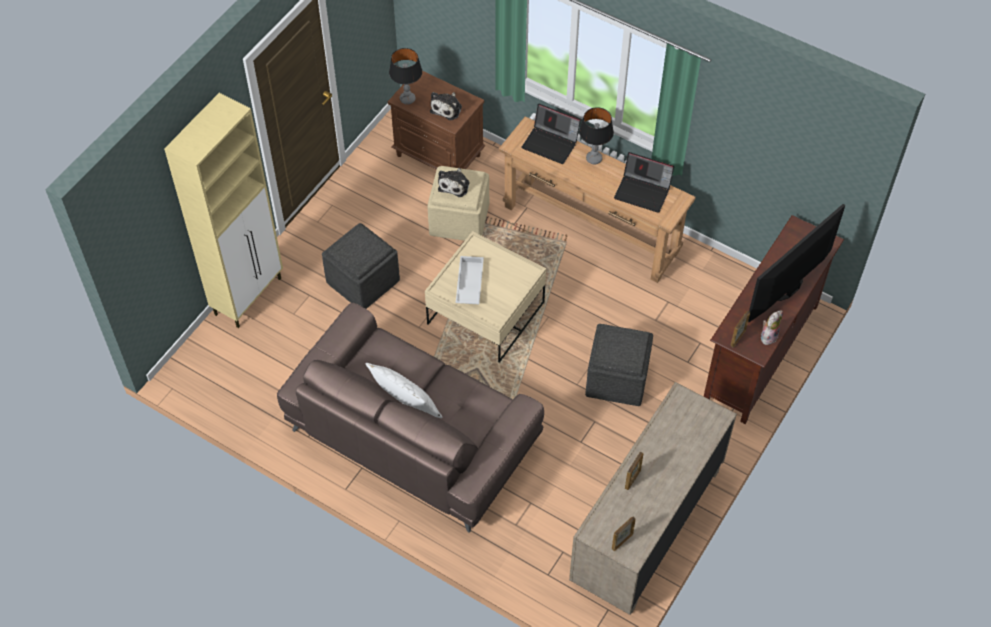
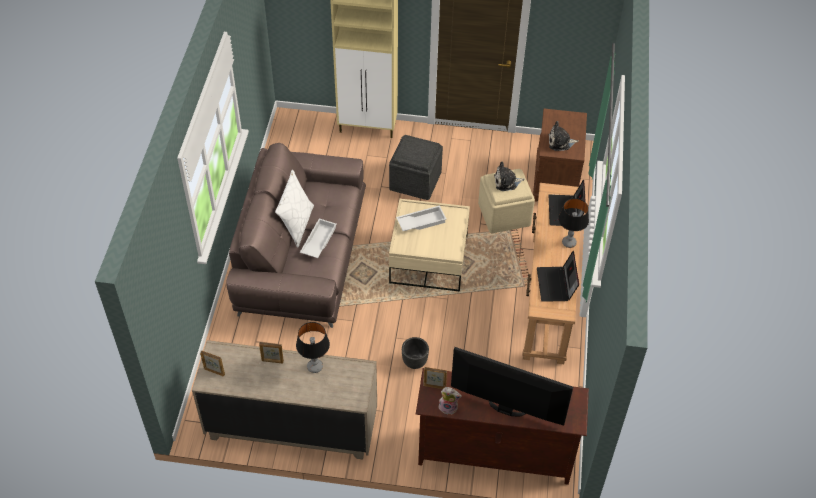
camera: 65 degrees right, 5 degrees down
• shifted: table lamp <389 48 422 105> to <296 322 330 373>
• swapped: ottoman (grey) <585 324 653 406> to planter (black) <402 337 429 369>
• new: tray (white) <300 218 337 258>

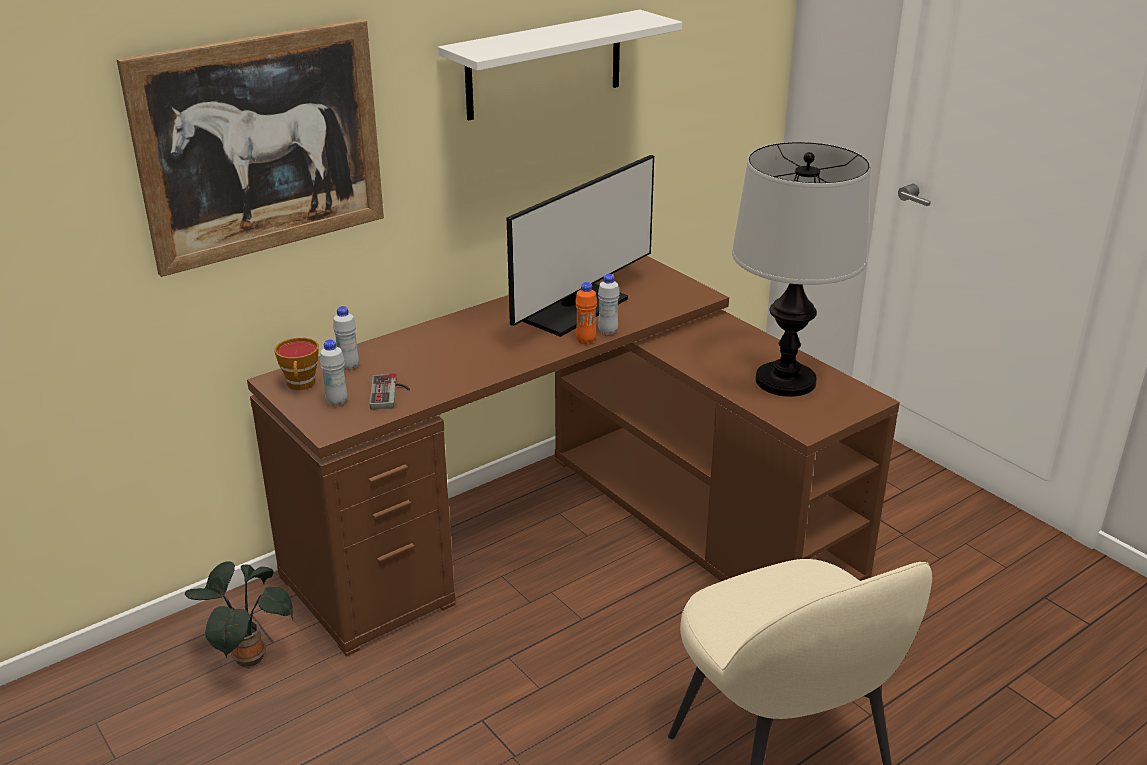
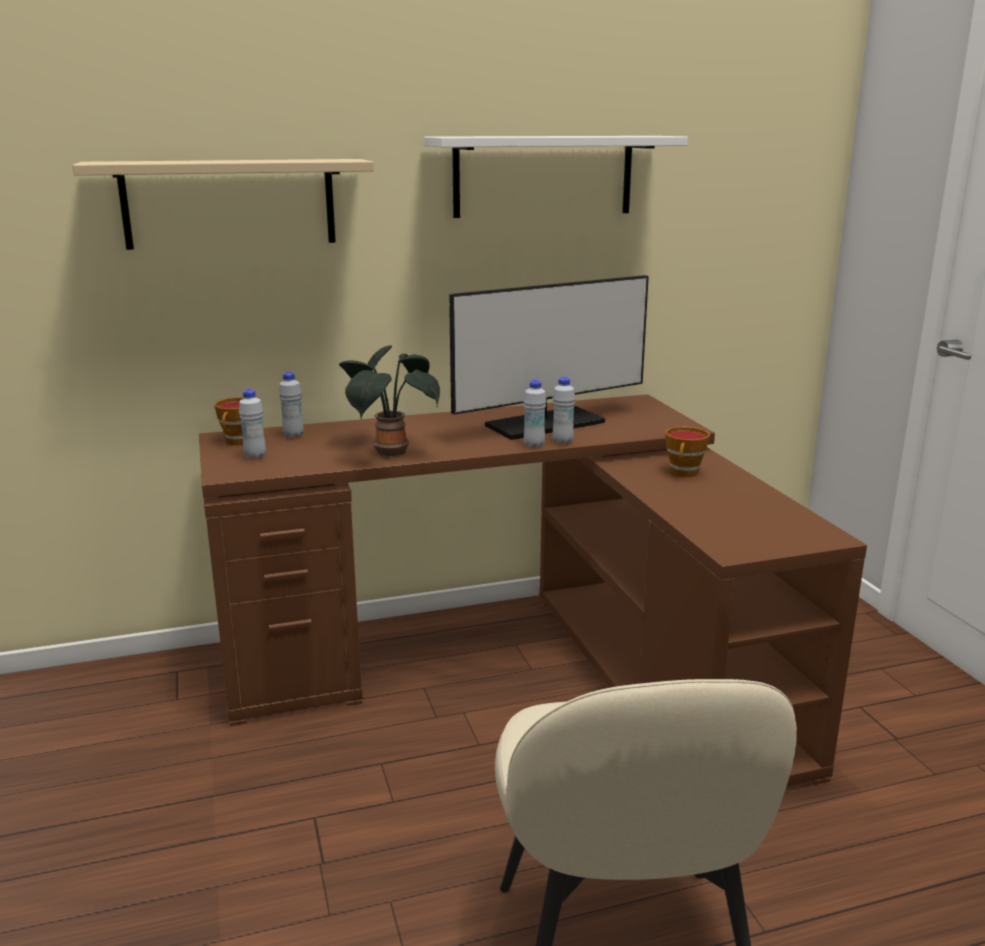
camera: 20 degrees right, 10 degrees down
• swapped: picture <116 19 384 277> to shelf (beige) <72 159 374 250>
• gone: table lamp <732 142 870 397>
• repainted: bottle (orange) <575 282 597 344> to bottle (white) <523 380 546 448>
• gone: game controller <370 374 410 409>
• shifted: potted plant <185 562 293 669> to <339 345 440 458>
• new: cup <665 427 710 477>

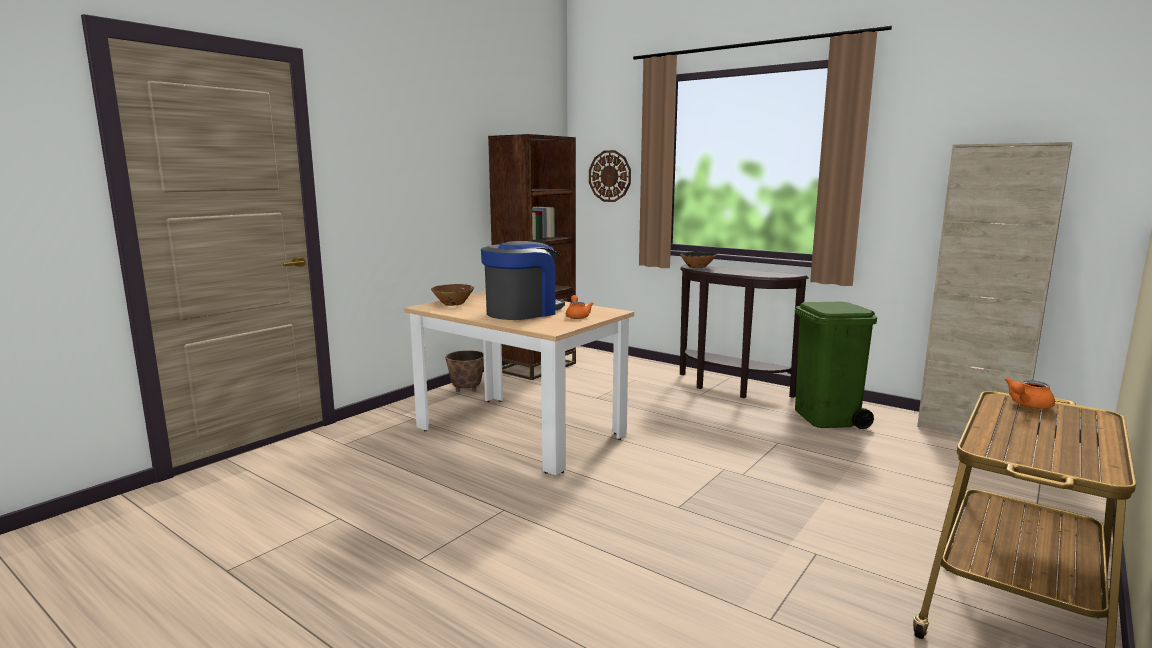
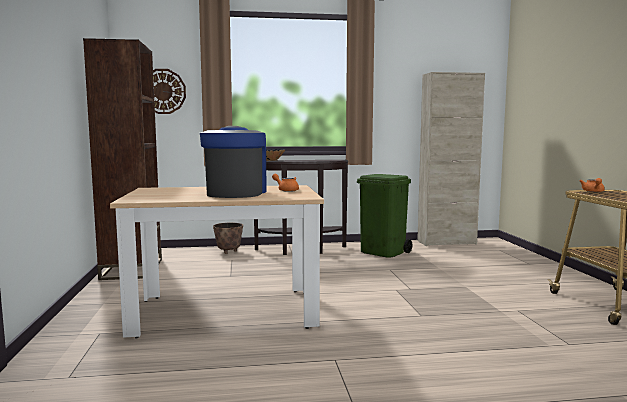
camera: 45 degrees left, 5 degrees down
• gone: bowl (brown) <431 284 474 306>
• shifted: planter <445 350 484 392> to <213 223 243 254>

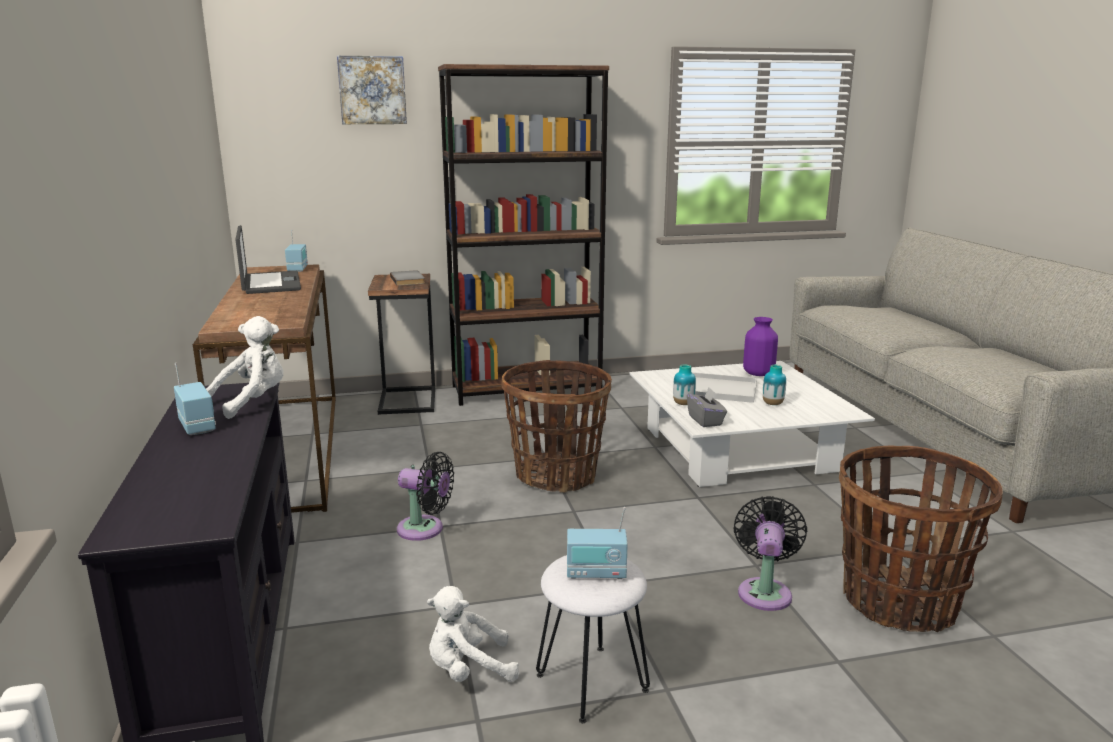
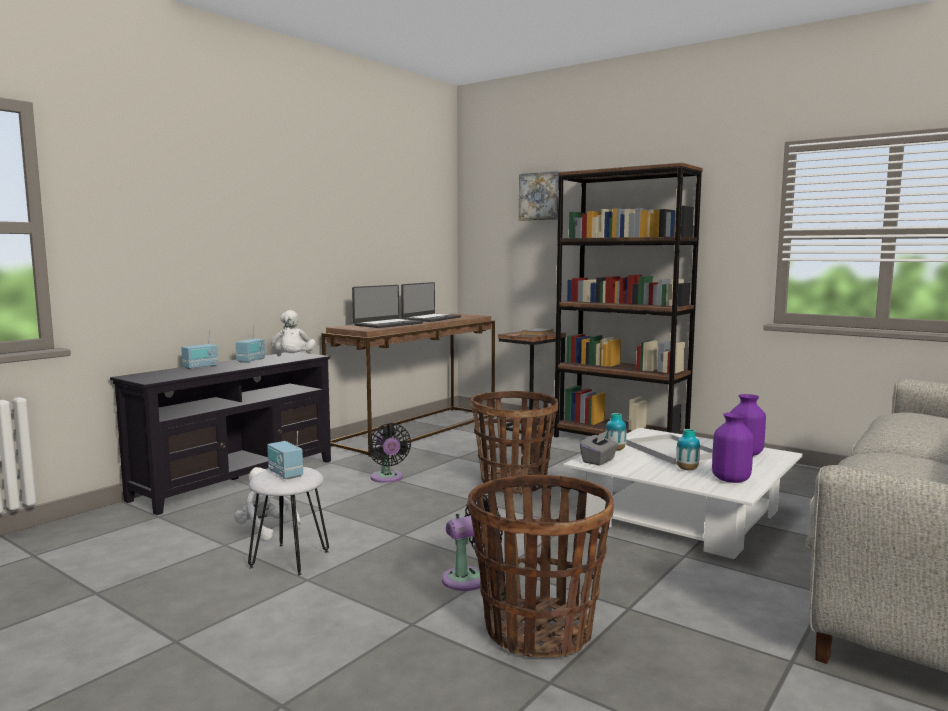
camera: 50 degrees right, 10 degrees down
• shifted: radio <285 230 308 272> to <181 330 218 369>
• rotated: plush toy (white) <206 316 284 419> = <271 310 316 357> 75 degrees clockwise
• new: laptop <352 285 423 328>
• new: vase (purple) <712 412 754 483>

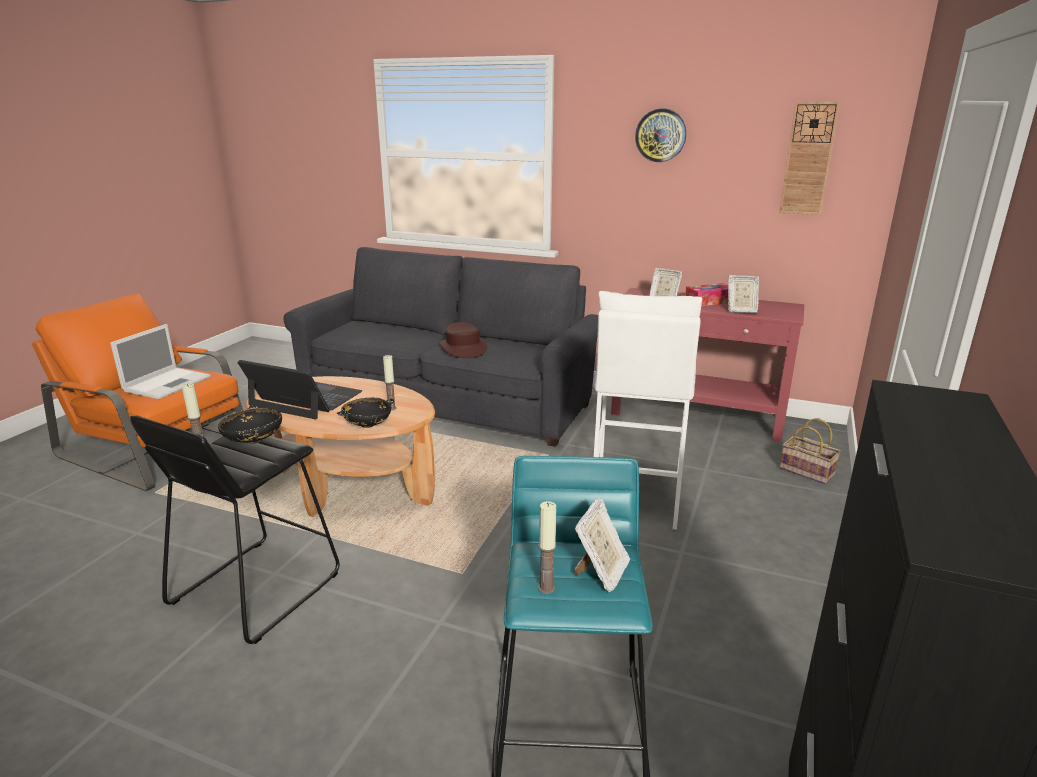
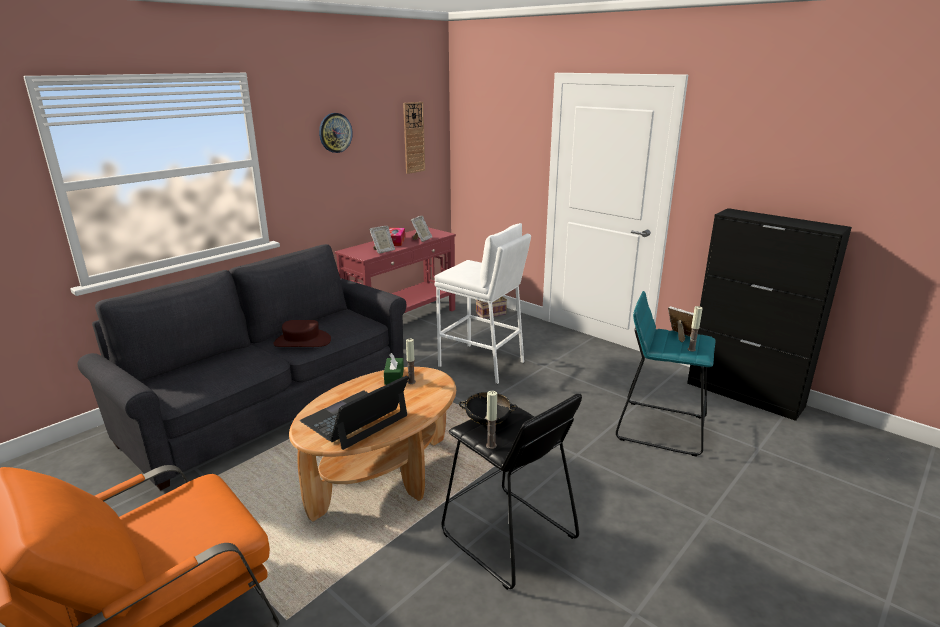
camera: 70 degrees left, 0 degrees up
• gone: laptop <110 324 211 399>
• gone: bowl (black) <337 398 394 428>
• new: tissue box (green) <384 353 404 385>

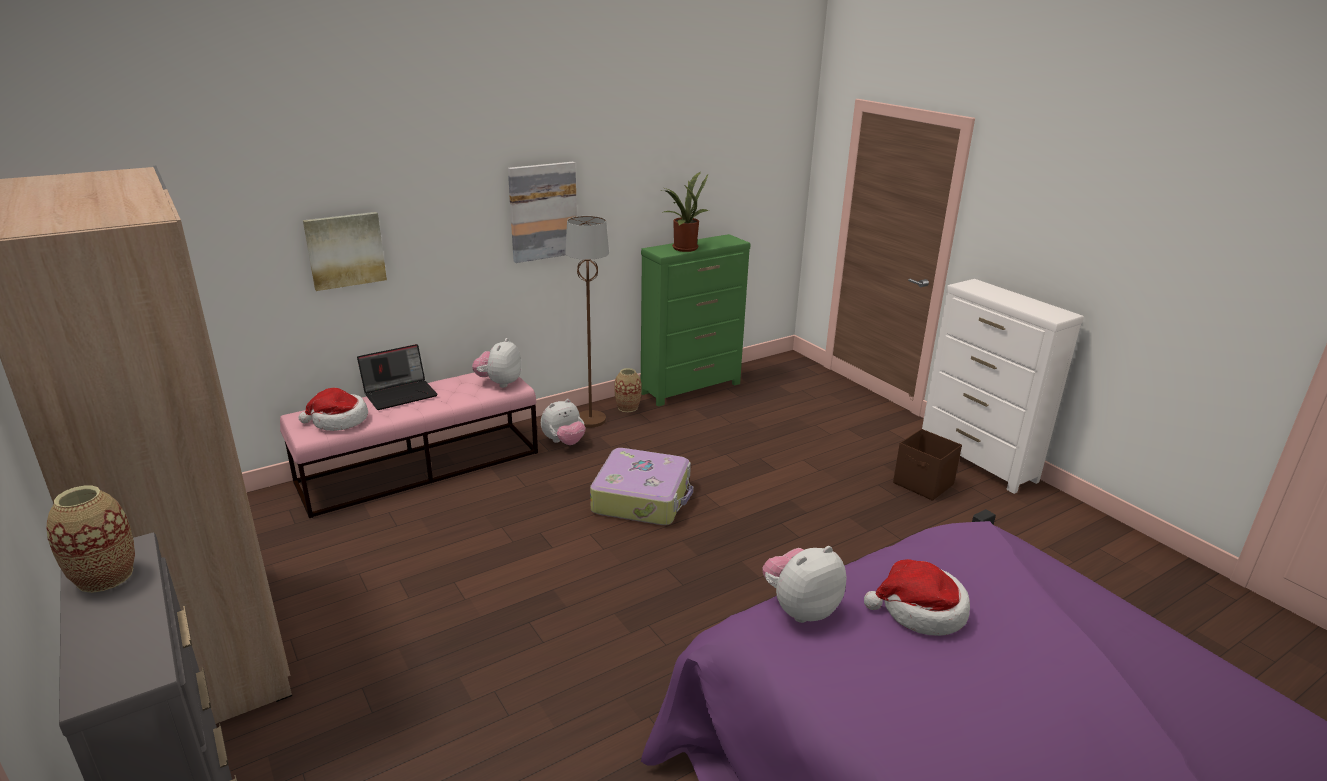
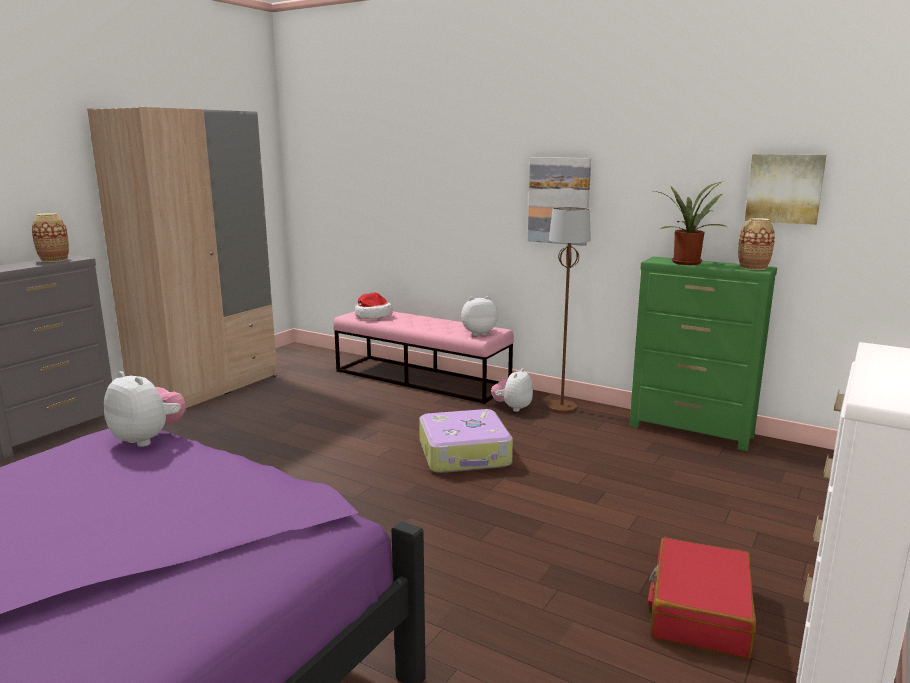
camera: 65 degrees right, 10 degrees down
• shifted: picture <303 212 387 291> to <745 154 827 225>
• gone: laptop <357 344 438 410>
• shifted: vase <614 368 642 412> to <738 218 775 270>
• rotated: plush toy <541 399 585 445> = <491 368 533 412> 90 degrees clockwise
• swapped: storage box (brown) <893 429 962 501> to suitcase (red) <648 537 756 659>
• gone: hat <864 559 970 636>

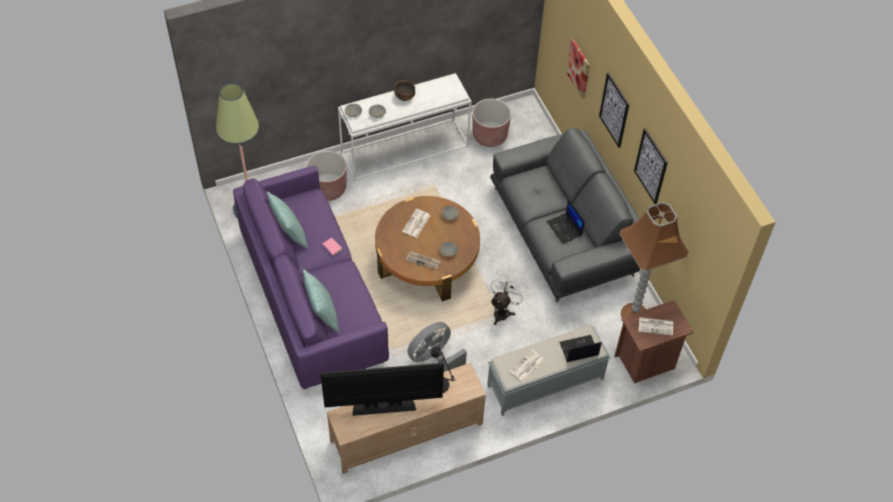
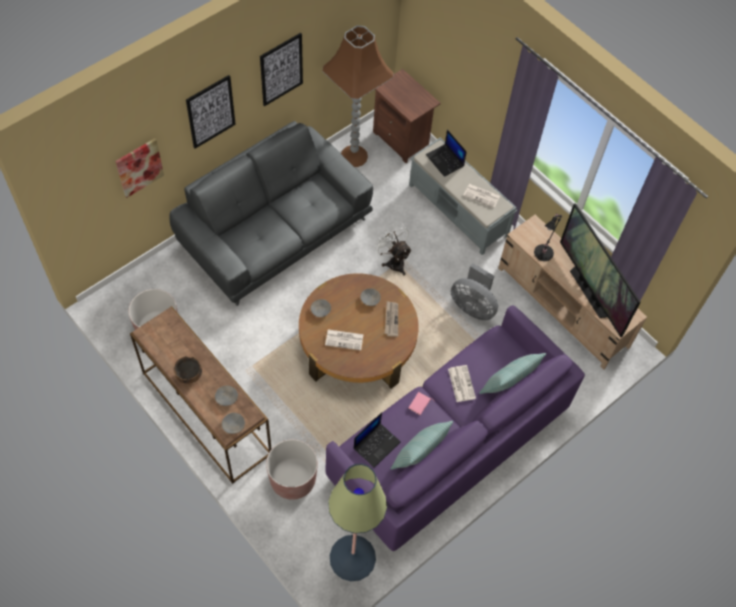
camera: 110 degrees left, 5 degrees up
• repainted: console table (white) <338 73 471 181> to console table (brown) <130 306 271 484>
• shifted: laptop <547 200 585 244> to <354 412 401 468>
• rotated: fan (white) <491 275 526 325> = <374 223 412 276> 45 degrees clockwise
• shifted: newspaper <639 317 673 336> to <448 365 476 402>

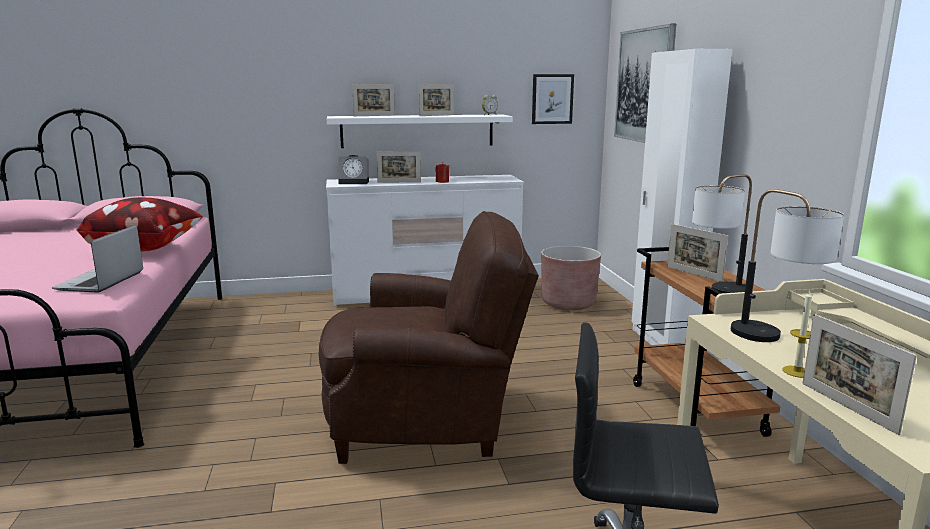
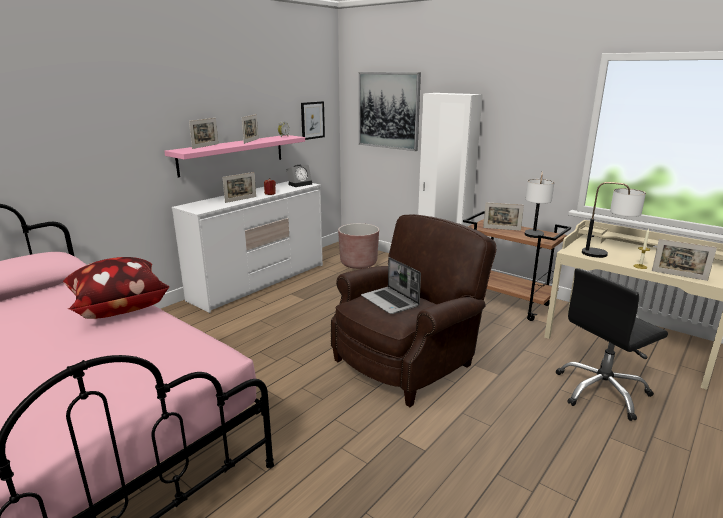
camera: 40 degrees left, 5 degrees up
• repainted: shelf (white) <327 114 513 148> to shelf (pink) <164 135 305 178>
• shifted: alarm clock <339 155 369 184> to <286 165 312 187>
• shifted: laptop <52 225 143 293> to <361 257 421 314>

